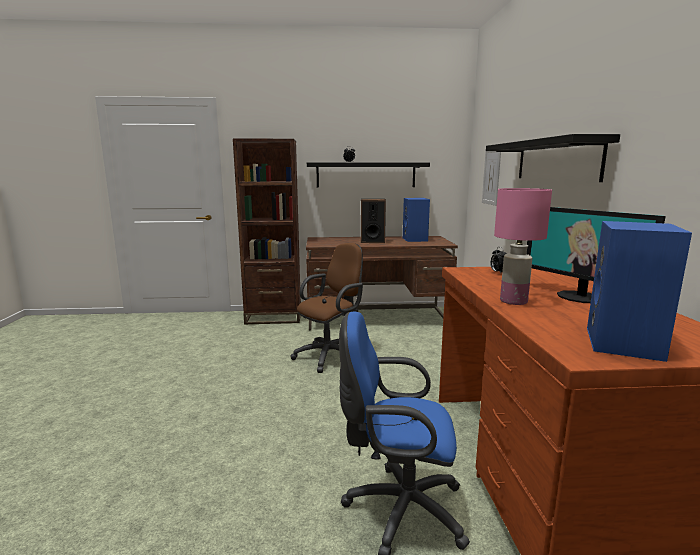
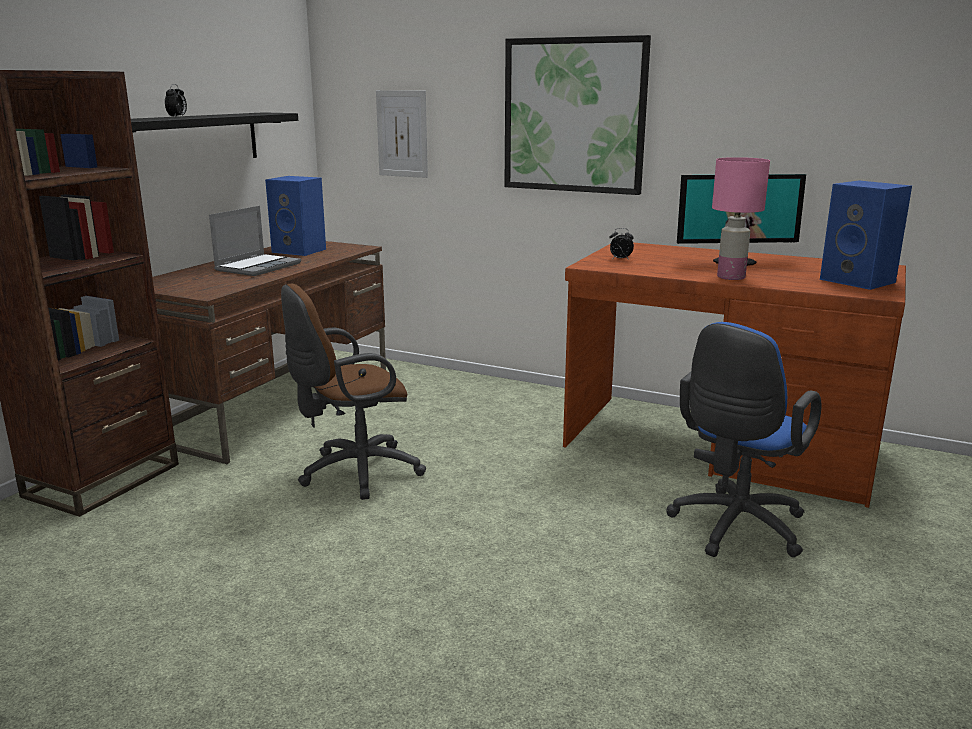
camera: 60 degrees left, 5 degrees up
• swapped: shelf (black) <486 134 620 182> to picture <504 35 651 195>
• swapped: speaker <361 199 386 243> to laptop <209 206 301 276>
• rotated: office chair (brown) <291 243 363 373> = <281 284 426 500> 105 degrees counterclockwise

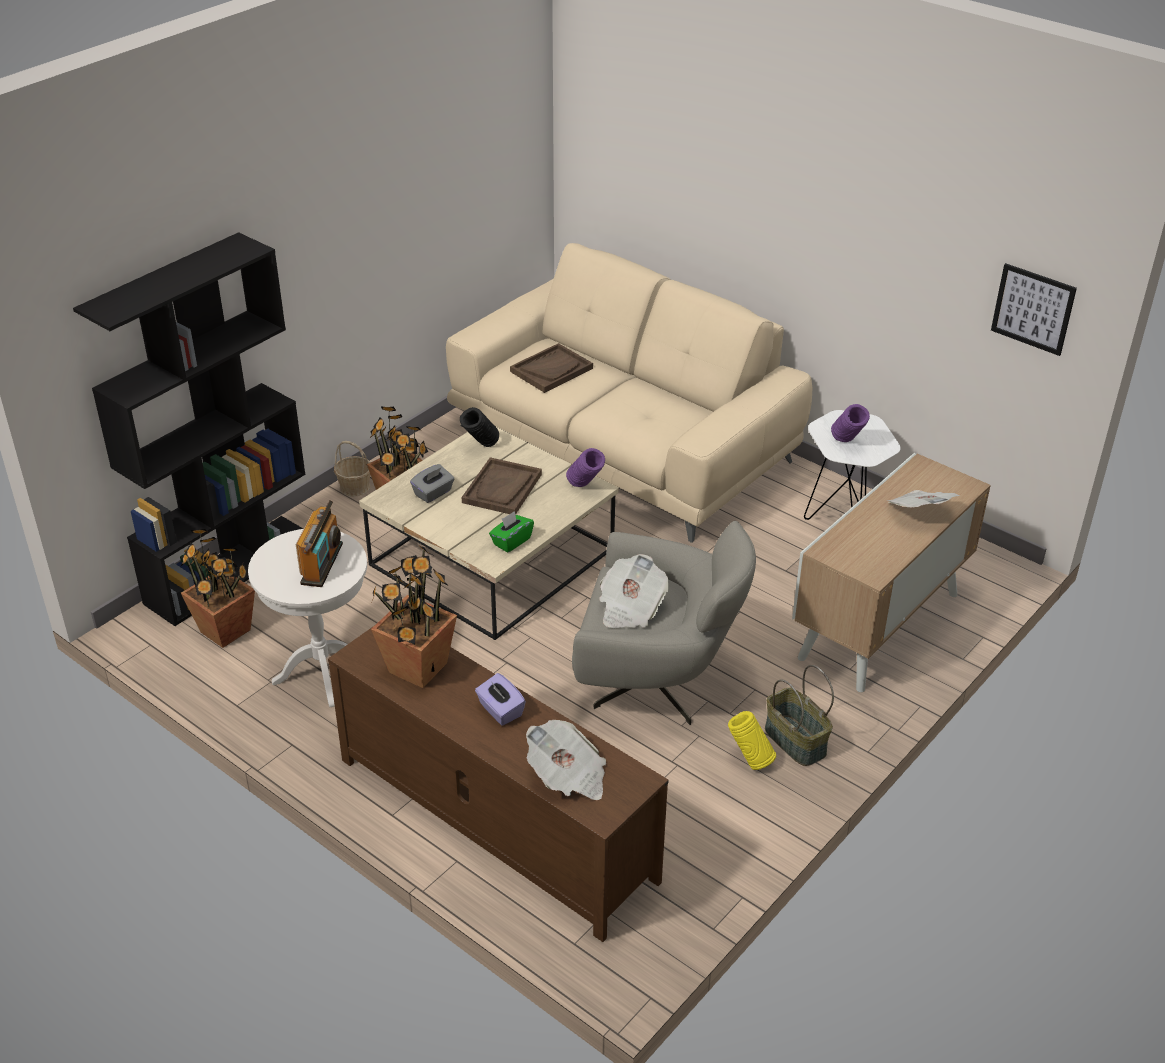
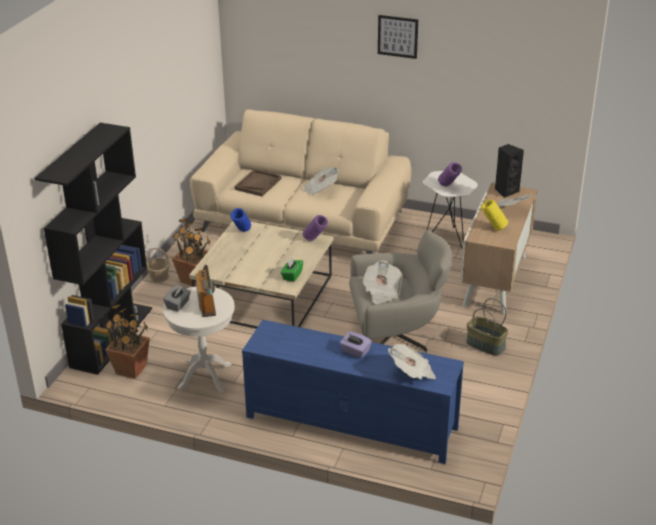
camera: 20 degrees left, 5 degrees down
• shifted: picture <991 263 1077 356> to <378 15 418 59>
• repainted: vase (black) <460 407 499 447> to vase (blue) <230 208 251 232>
• gone: tray (brown) <462 457 542 515>
• shifted: tissue box (grey) <410 464 454 503> to <163 285 191 311>
• gone: potted plant <371 545 457 688>
• repainted: tv stand (brown) <328 625 668 942> to tv stand (blue) <242 320 464 464>
• shifted: vase (yellow) <728 711 776 770> to <481 199 508 231>
• new: speaker (black) <495 144 524 198>
• new: newspaper <302 167 339 195>

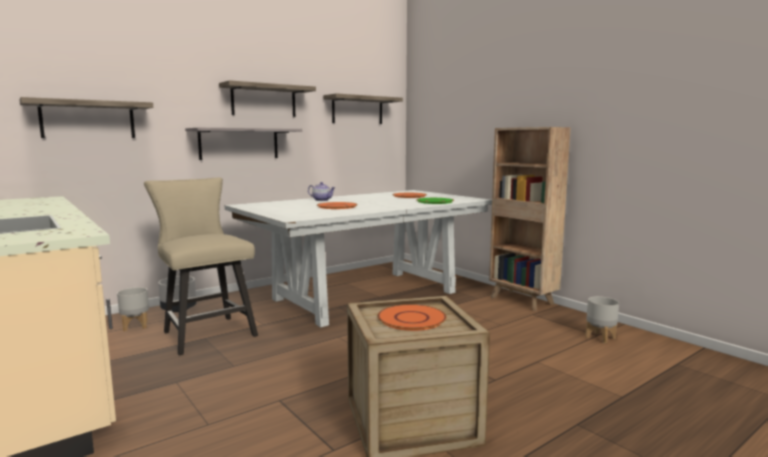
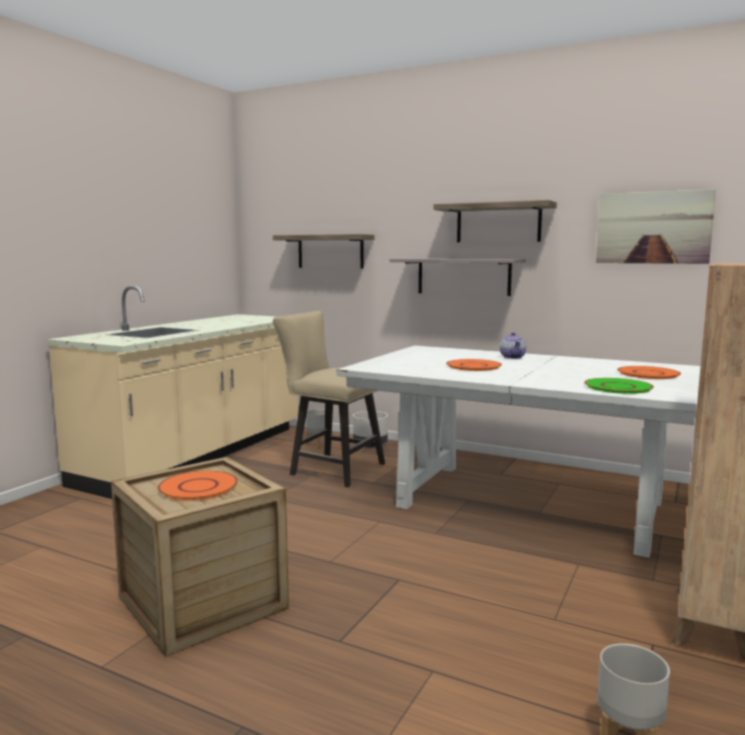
camera: 65 degrees right, 0 degrees up
• swapped: shelf <323 93 403 124> to picture <596 189 716 264>
• rotated: chair (beige) <144 177 258 355> = <273 311 385 487> 90 degrees counterclockwise

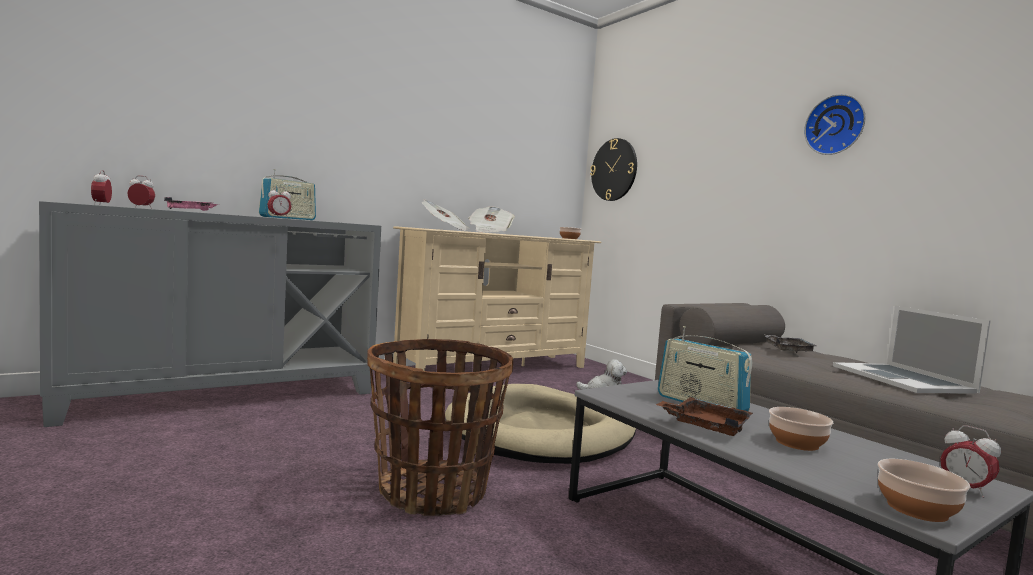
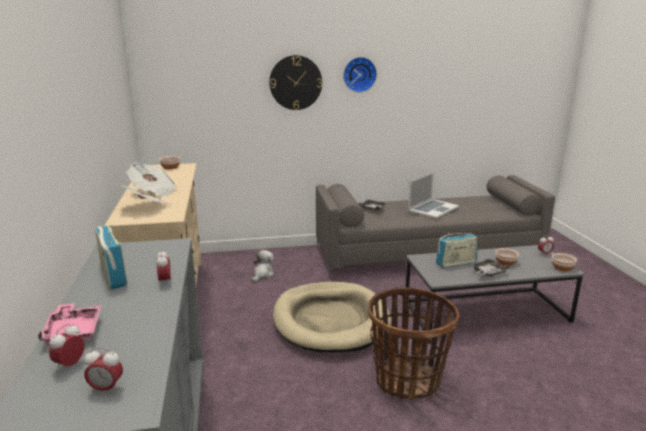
camera: 65 degrees left, 15 degrees up
• shifted: wall clock <590 138 637 201> to <269 55 322 110>
• rotated: laptop <833 305 990 394> = <408 172 459 219> 60 degrees counterclockwise
• repainted: tray (brown) <656 397 753 436> to tray (grey) <471 259 510 277>

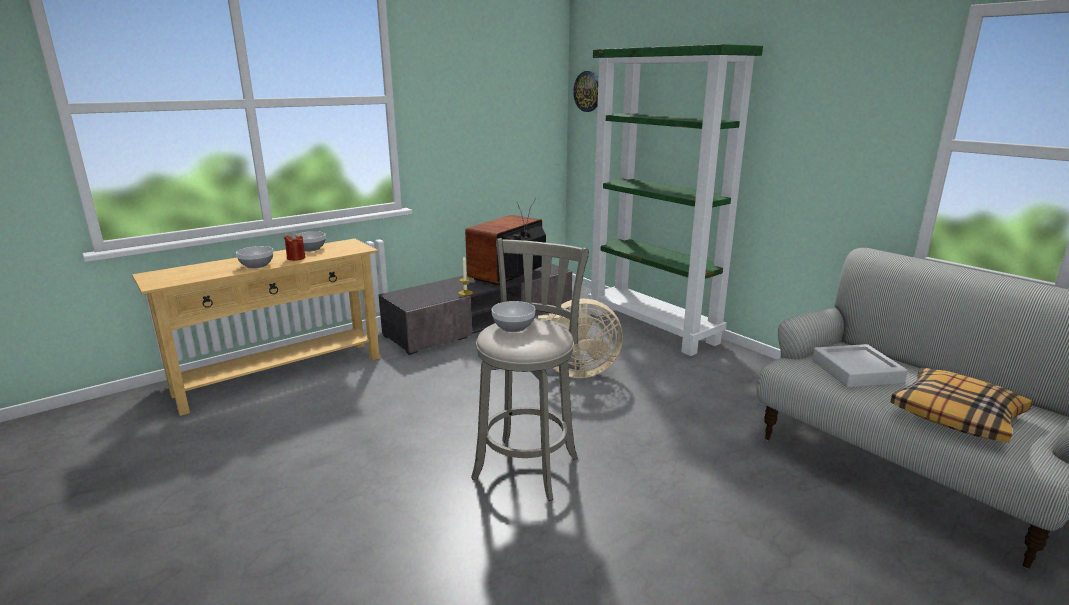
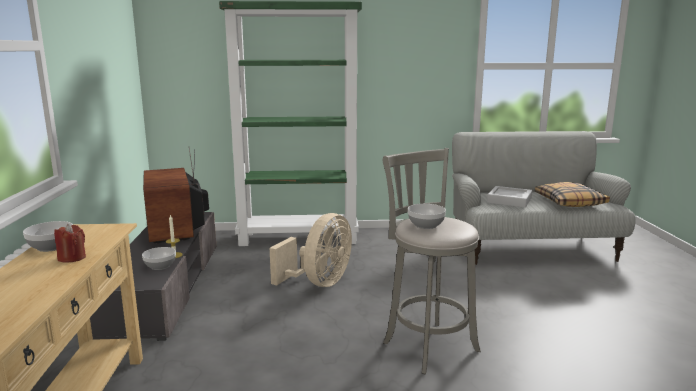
camera: 55 degrees left, 5 degrees down
• gone: wall clock <573 71 598 112>
• shifted: bowl <236 246 273 269> to <142 247 176 270>

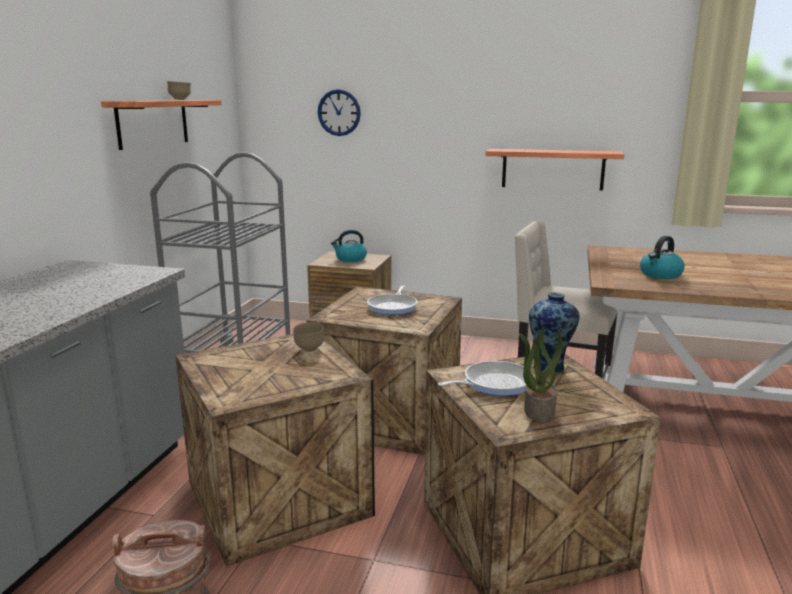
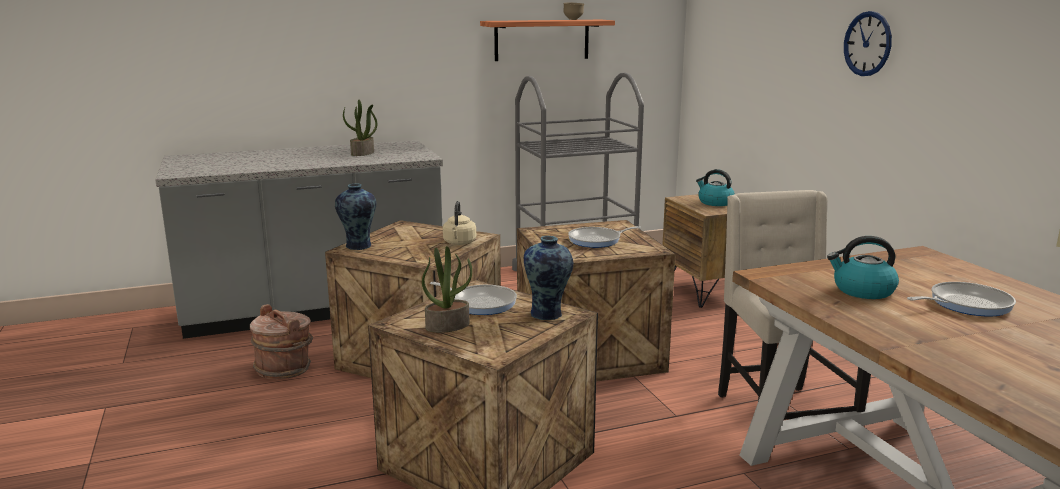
camera: 55 degrees right, 0 degrees up
• shifted: wall clock <318 89 361 136> to <844 11 892 76>
• gone: shelf <486 149 624 191>
• swapped: bowl (brown) <293 322 324 352> to kettle (beige) <443 201 476 245>
• new: potted plant <343 100 378 156>
• new: vase <335 183 376 250>
• new: frying pan <907 282 1016 316>

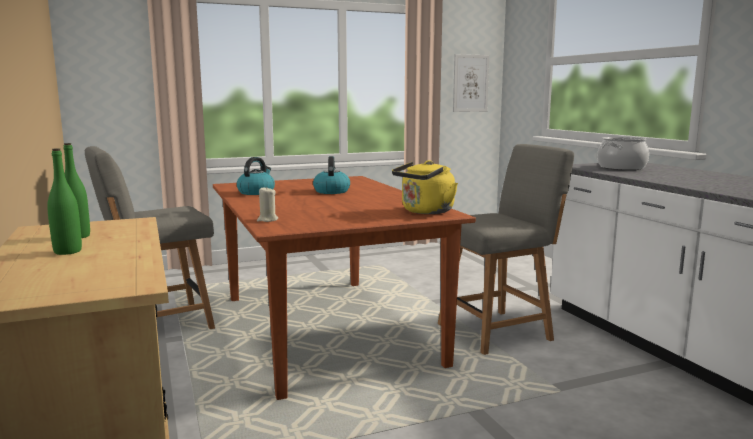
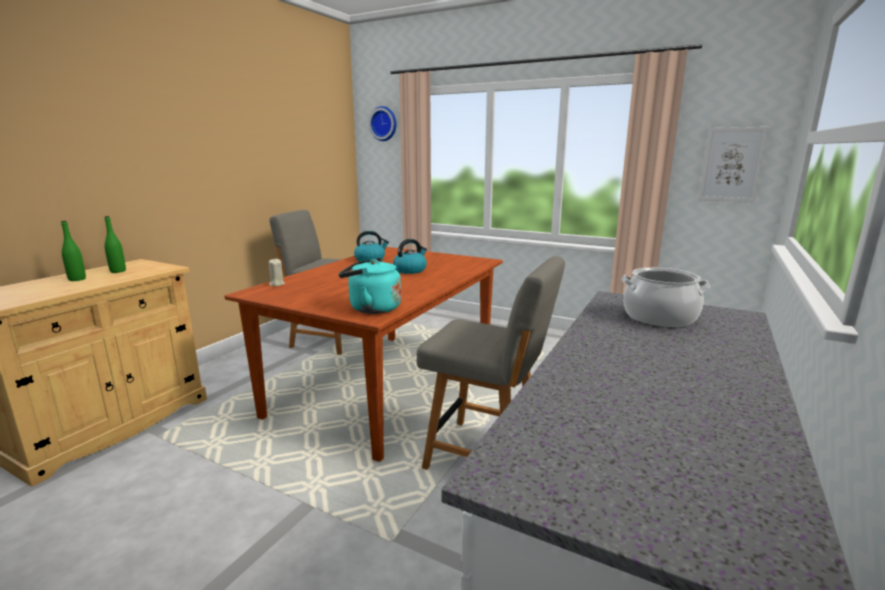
camera: 50 degrees right, 5 degrees up
• repainted: kettle (yellow) <392 160 458 214> to kettle (turquoise) <338 258 401 314>
• new: wall clock <369 106 397 141>

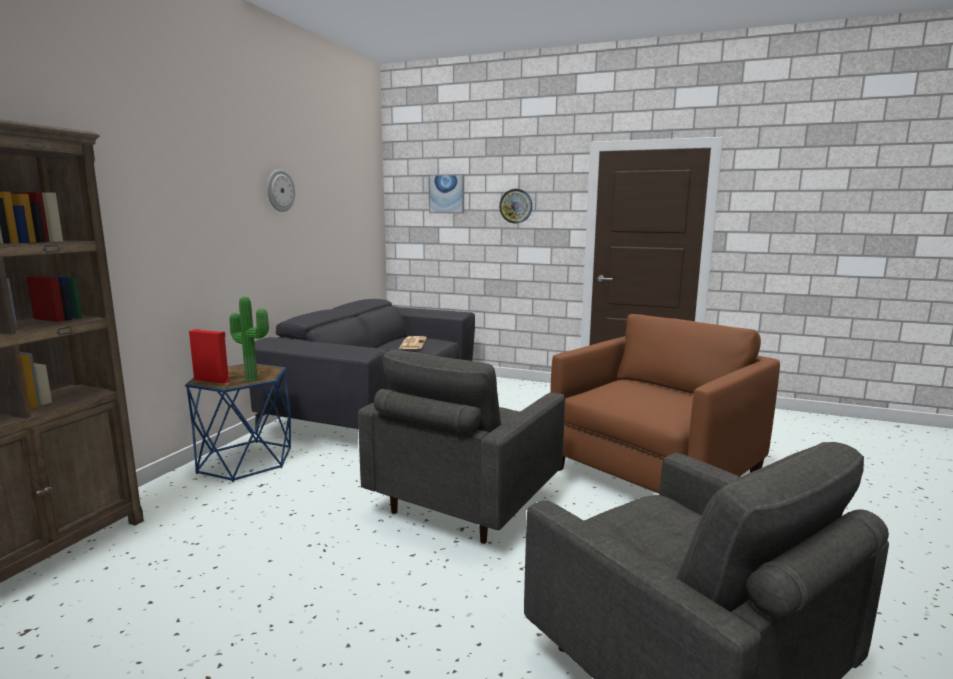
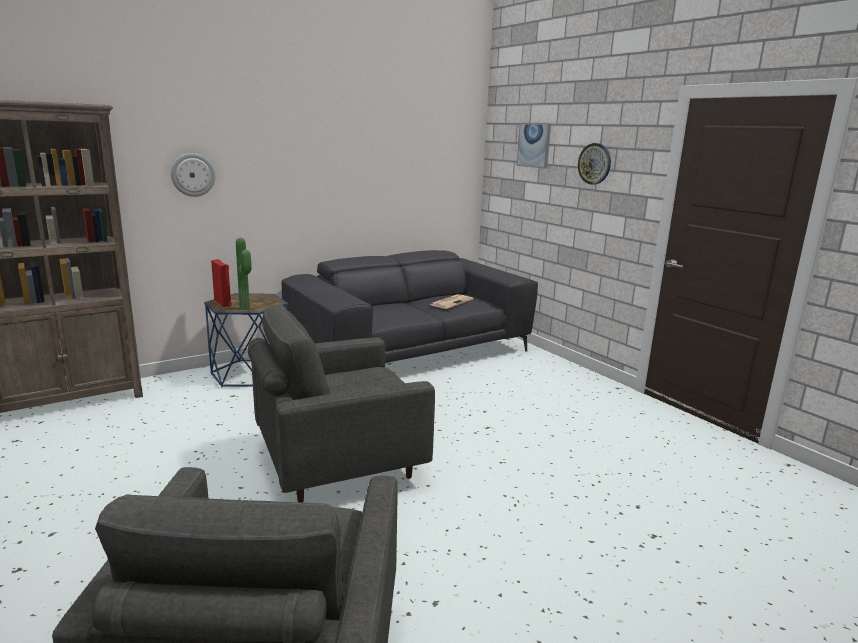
camera: 35 degrees right, 5 degrees up
• shifted: wall clock <267 169 295 212> to <171 153 215 197>
• gone: armchair (brown) <550 314 780 494>

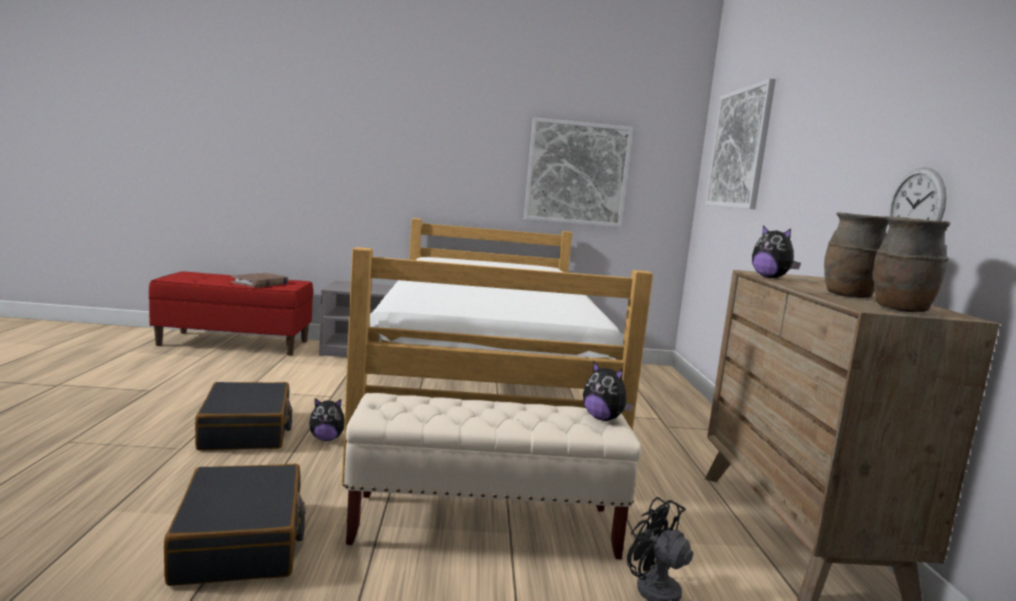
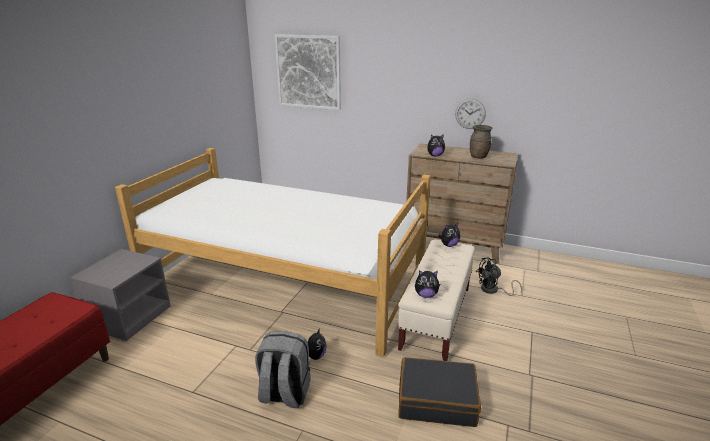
camera: 65 degrees left, 15 degrees up
• gone: picture <524 118 633 228>
• gone: vase (brown) <873 216 950 312>
• gone: book (brown) <231 272 289 287>
• swapped: suitcase (black) <195 382 293 450> to backpack (grey) <255 331 311 408>
• new: plush toy <415 270 440 298>

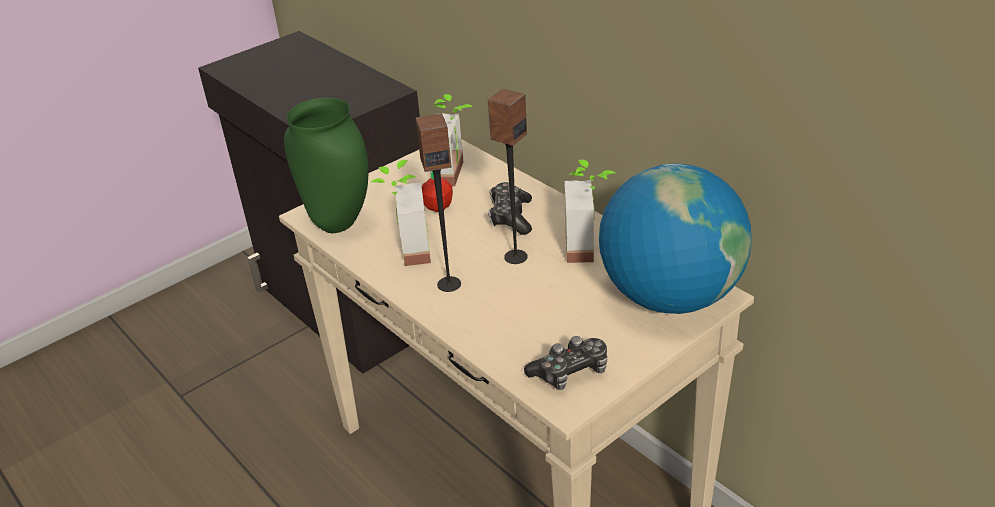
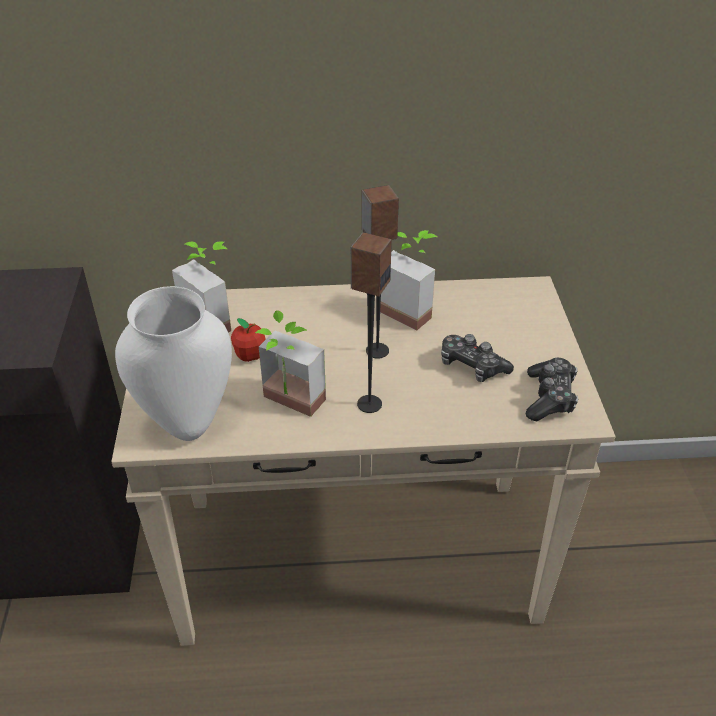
camera: 55 degrees left, 5 degrees up
• repainted: vase (green) <284 98 369 233> to vase (white) <115 286 232 441>
• gone: globe <599 163 752 314>
• shifted: game controller <488 182 532 235> to <441 334 514 382>

